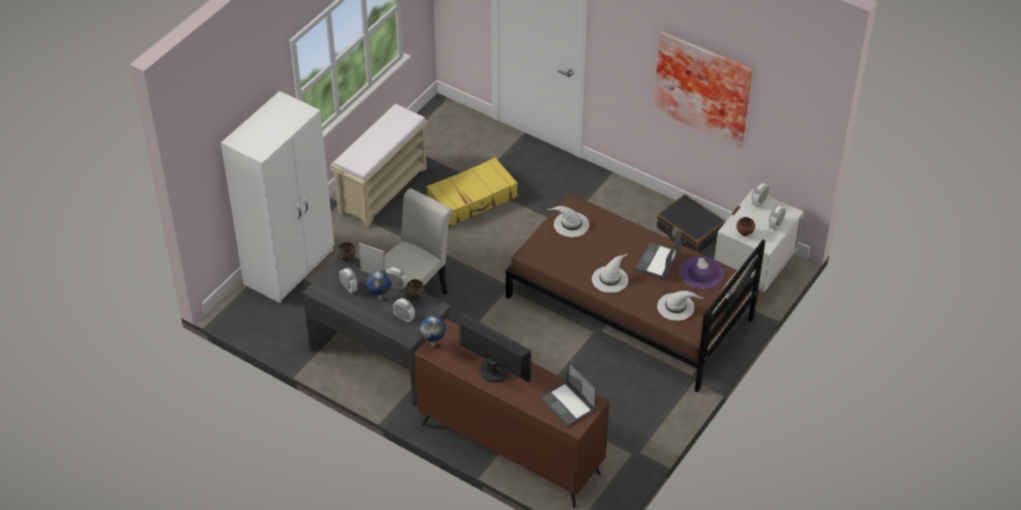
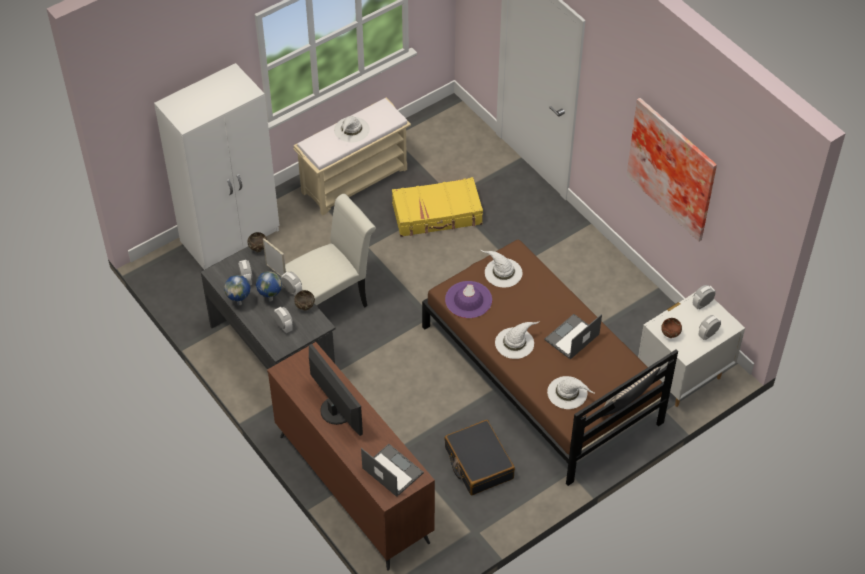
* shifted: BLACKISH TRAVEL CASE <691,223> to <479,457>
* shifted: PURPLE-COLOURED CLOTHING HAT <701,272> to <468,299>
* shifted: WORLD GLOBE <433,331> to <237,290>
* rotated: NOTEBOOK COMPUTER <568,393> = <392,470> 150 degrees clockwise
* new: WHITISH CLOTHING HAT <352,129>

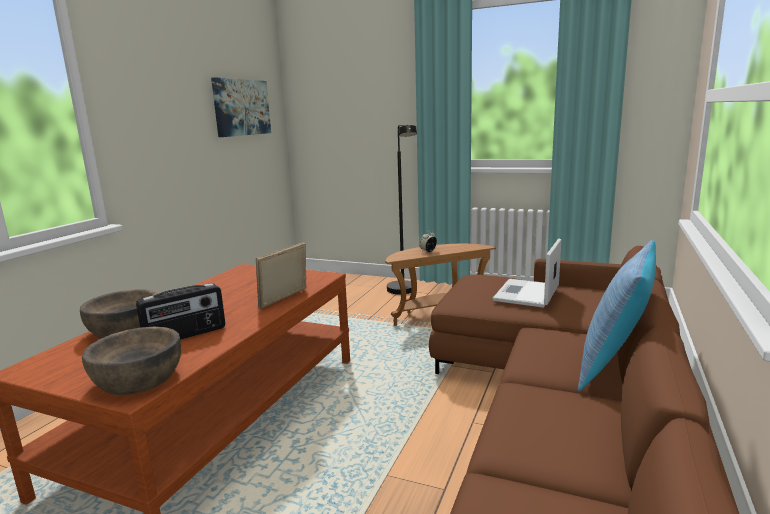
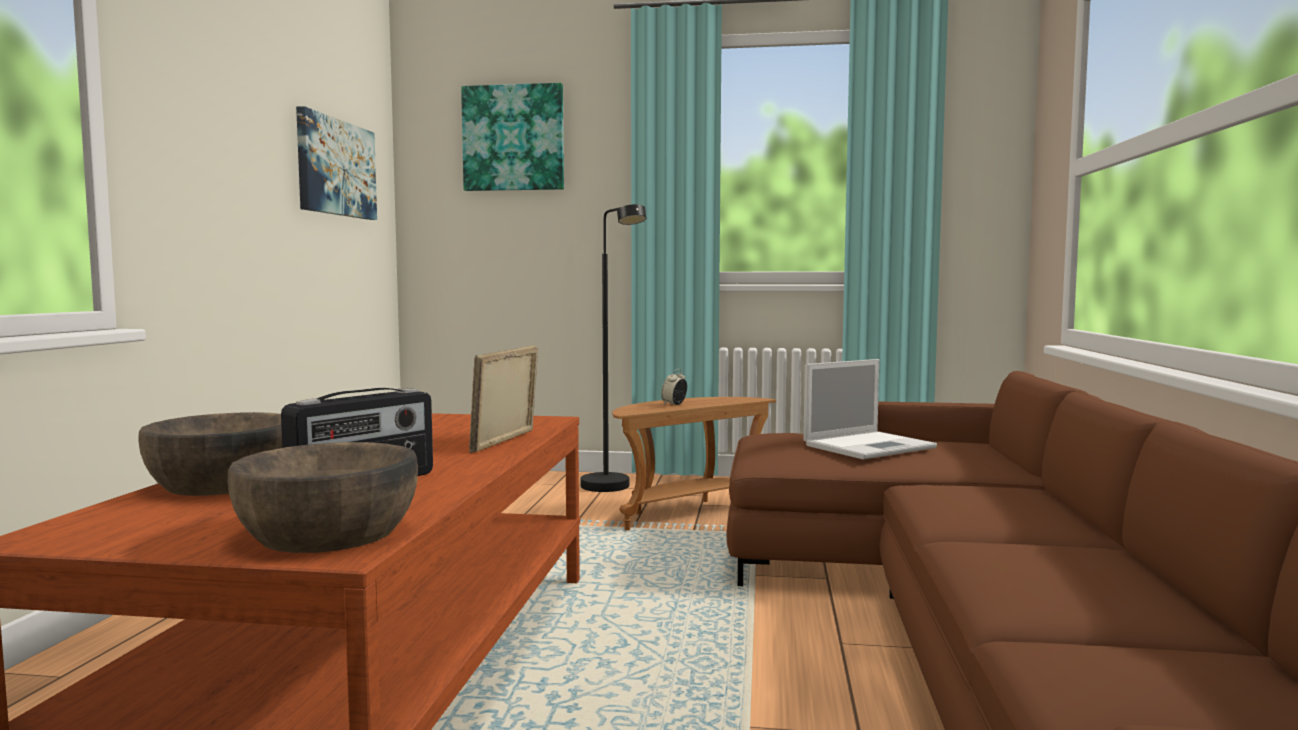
* rotated: NOTEBOOK COMPUTER <527,273> = <870,409> 135 degrees counterclockwise
* gone: CUSHION <617,315>
* new: PICTURE <512,137>

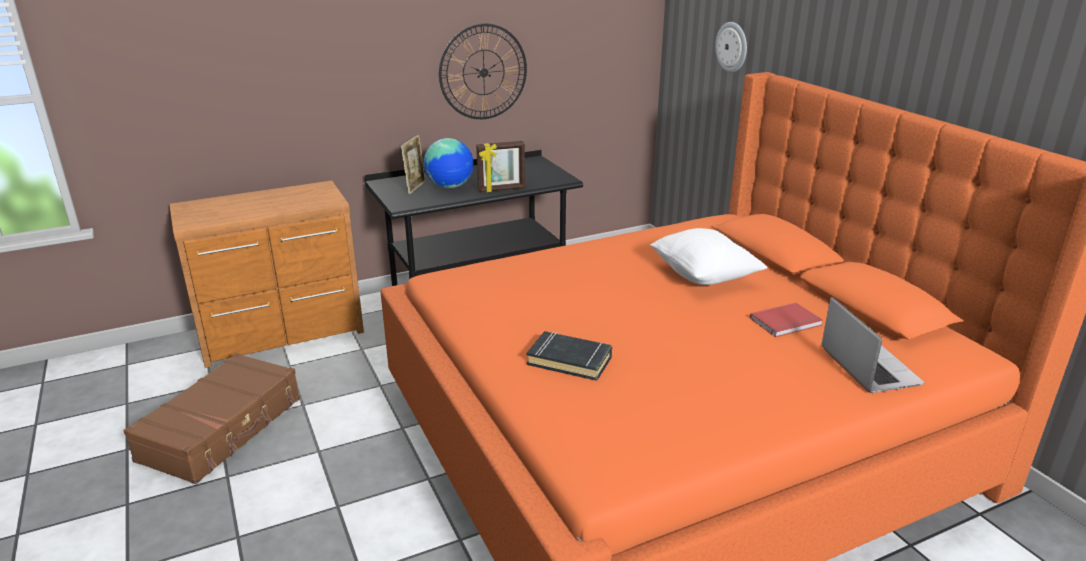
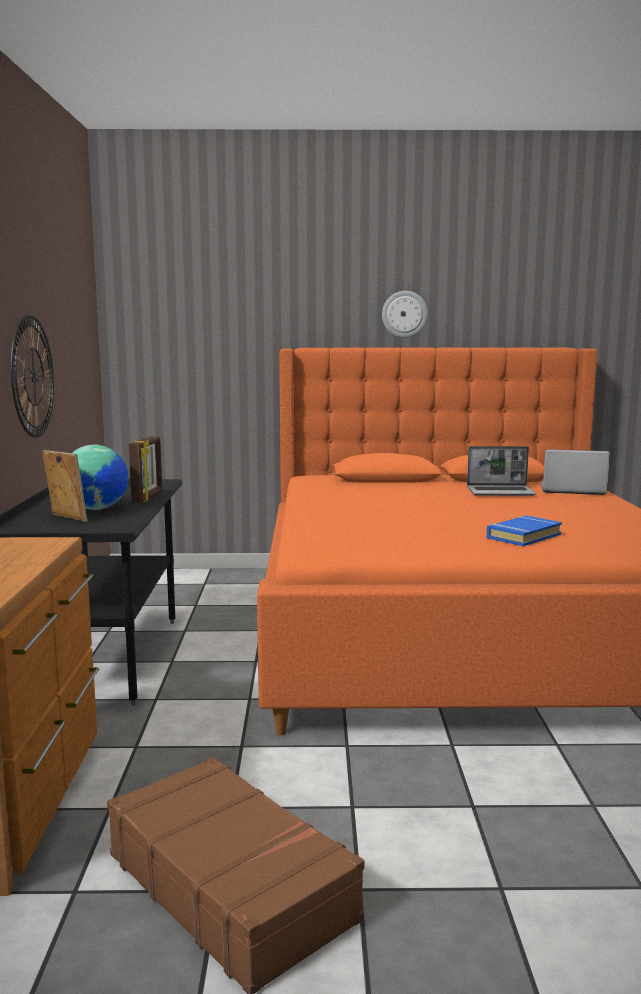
* shifted: WALL CLOCK <731,47> to <405,314>
* gone: WHITISH CUSHION <708,256>
* swapped: RED BOUND BOOK <786,320> to NOTEBOOK COMPUTER <501,471>
* repainted: BLACKISH BOUND BOOK <569,356> to BLUE BOUND BOOK <524,531>

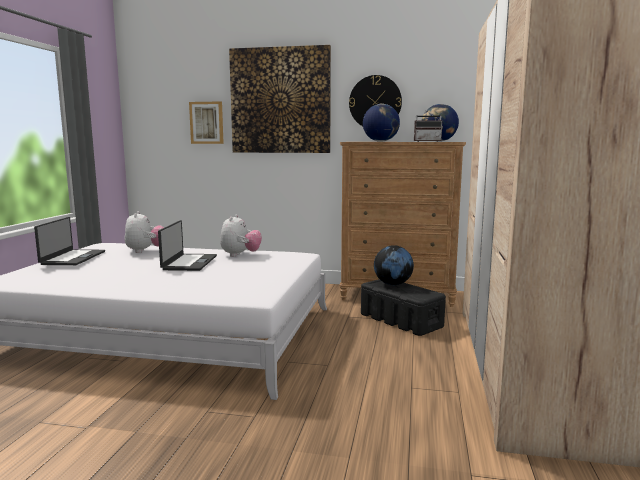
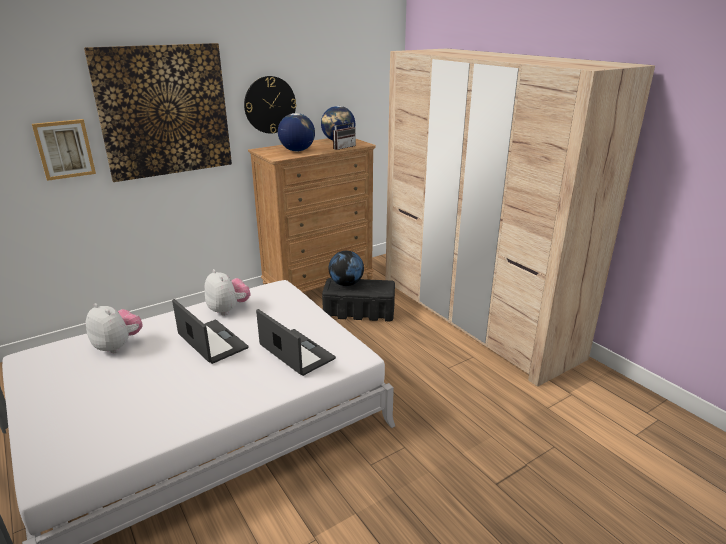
* shifted: NOTEBOOK COMPUTER <69,241> to <296,342>

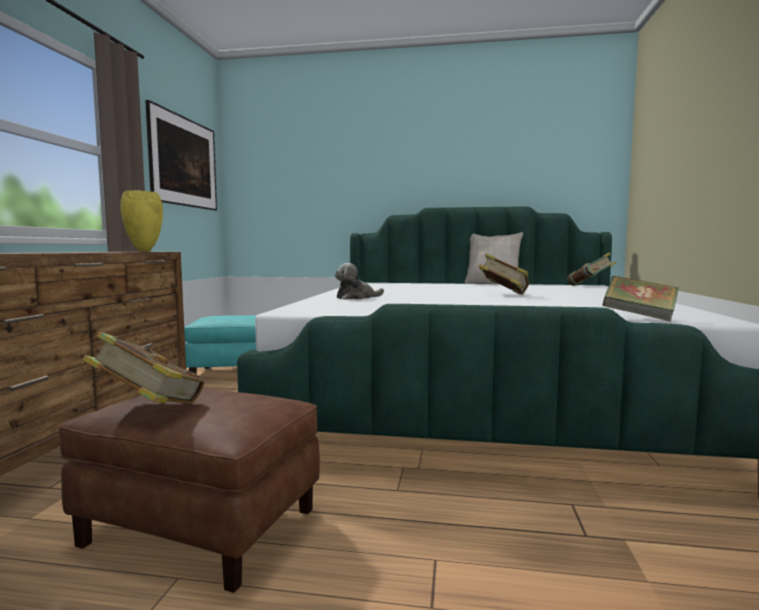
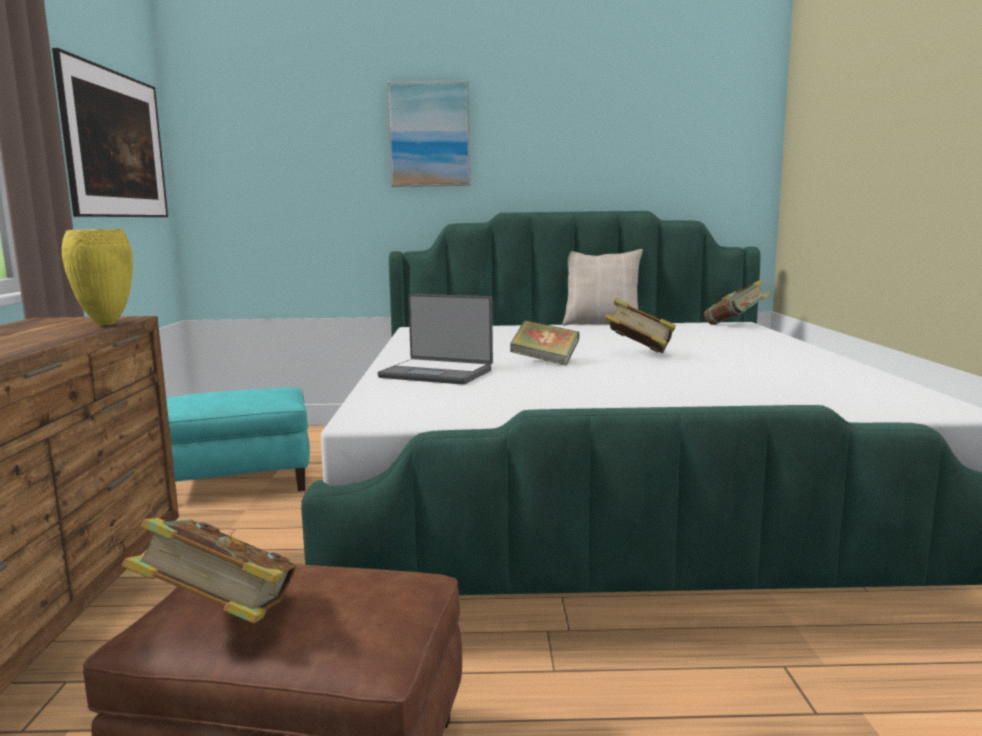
* swapped: SOFT TOY <359,281> to NOTEBOOK COMPUTER <435,339>
* shifted: BOUND BOOK <640,298> to <544,343>
* new: PICTURE <428,134>

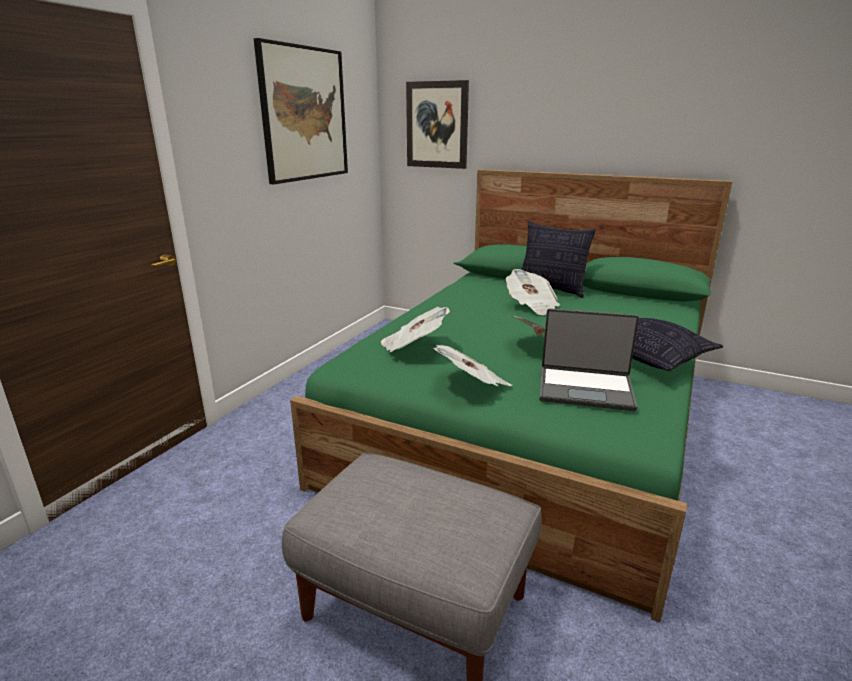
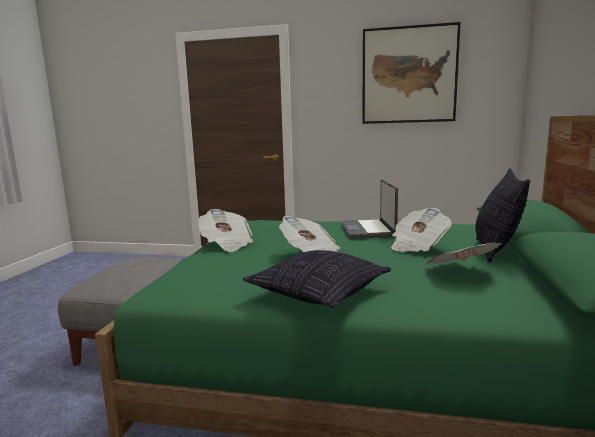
* gone: PICTURE <437,124>
* shifted: PRINTED PAPER <415,329> to <464,253>
* shifted: NOTEBOOK COMPUTER <589,359> to <369,209>

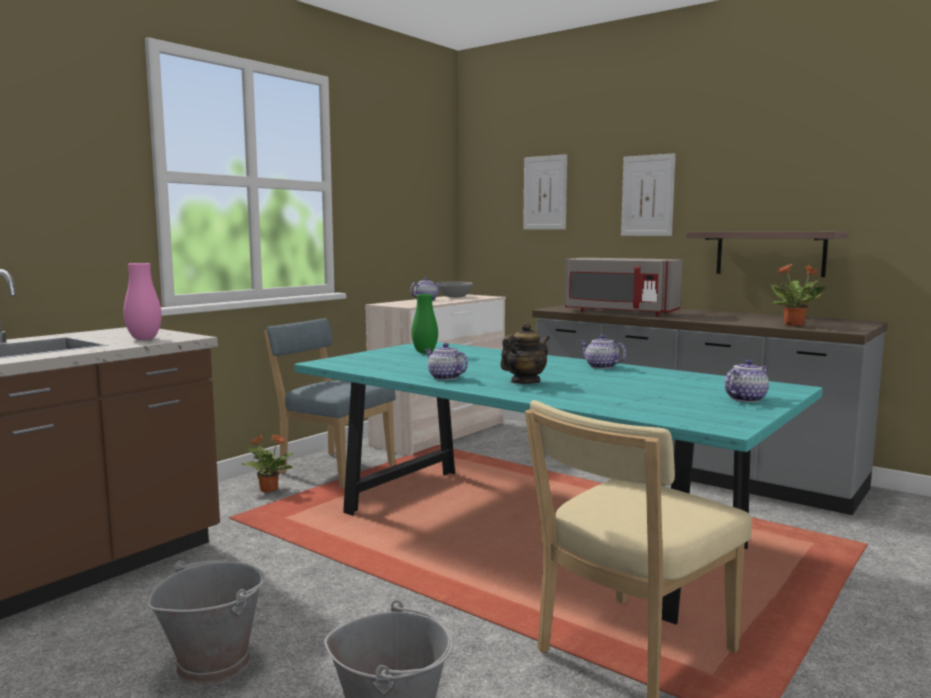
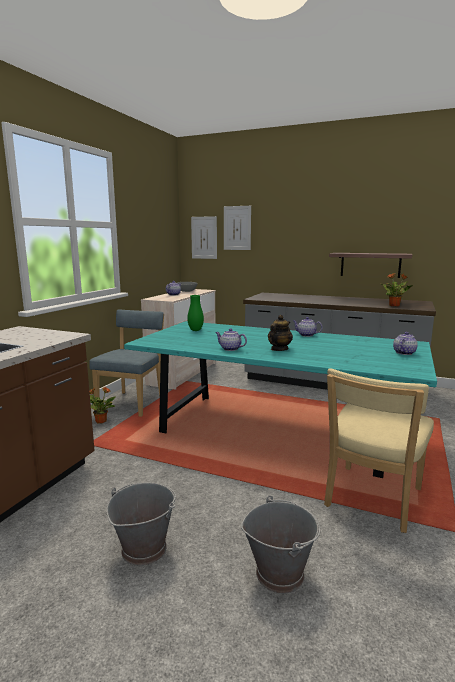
* shifted: PICTURE <648,194> to <204,237>
* gone: GREY KITCHEN MICROWAVE <623,287>
* gone: PINKISH FLOWER VASE <142,301>
* rotated: BLUE PLAIN CHAIR <330,403> = <126,363> 90 degrees clockwise

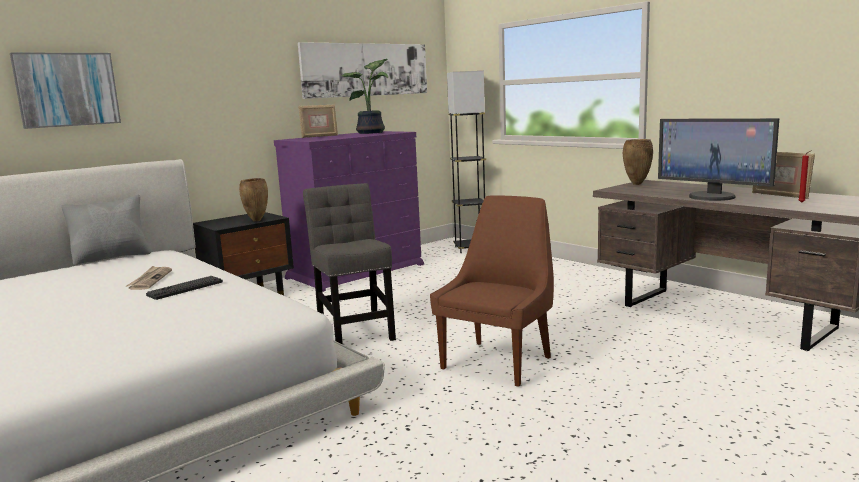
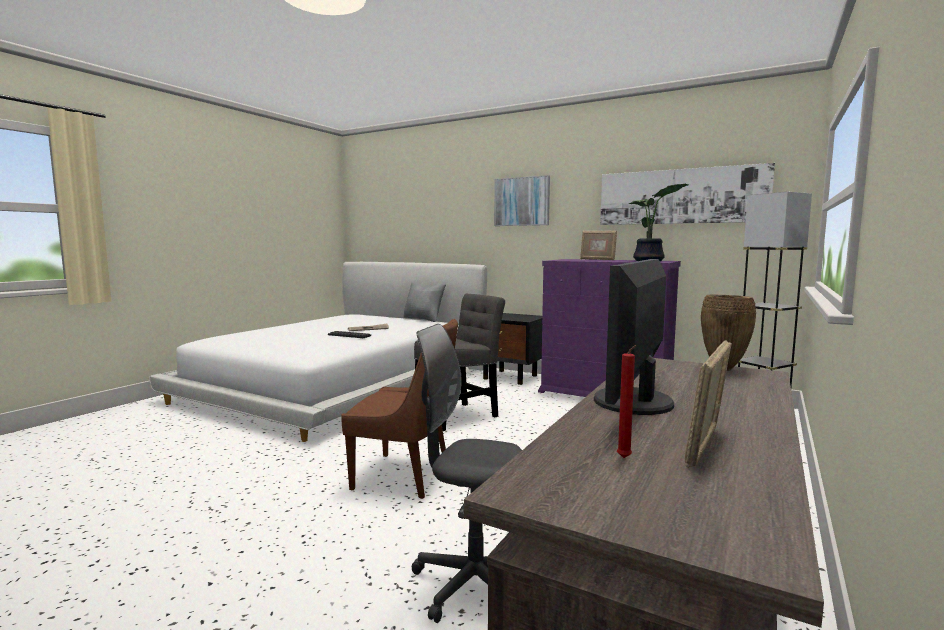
* shifted: PICTURE <65,90> to <522,200>
* gone: BROWNISH FLOWER VASE <253,200>
* new: GREY DESK CHAIR <467,473>

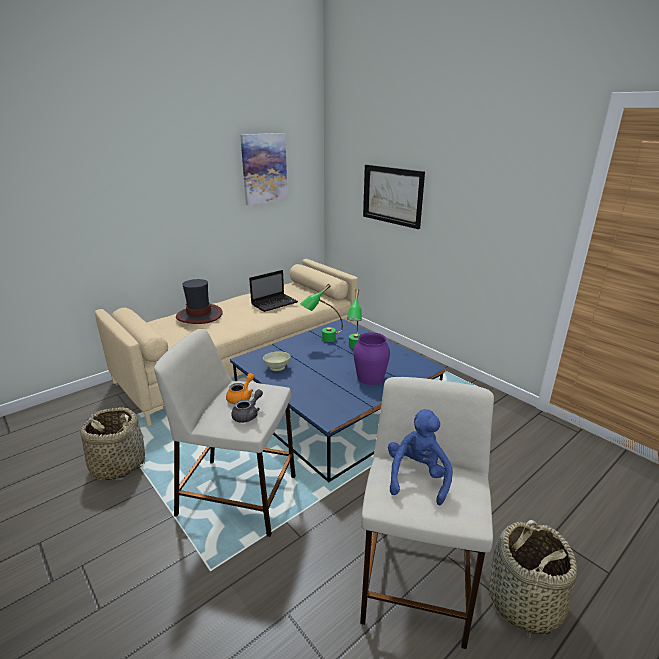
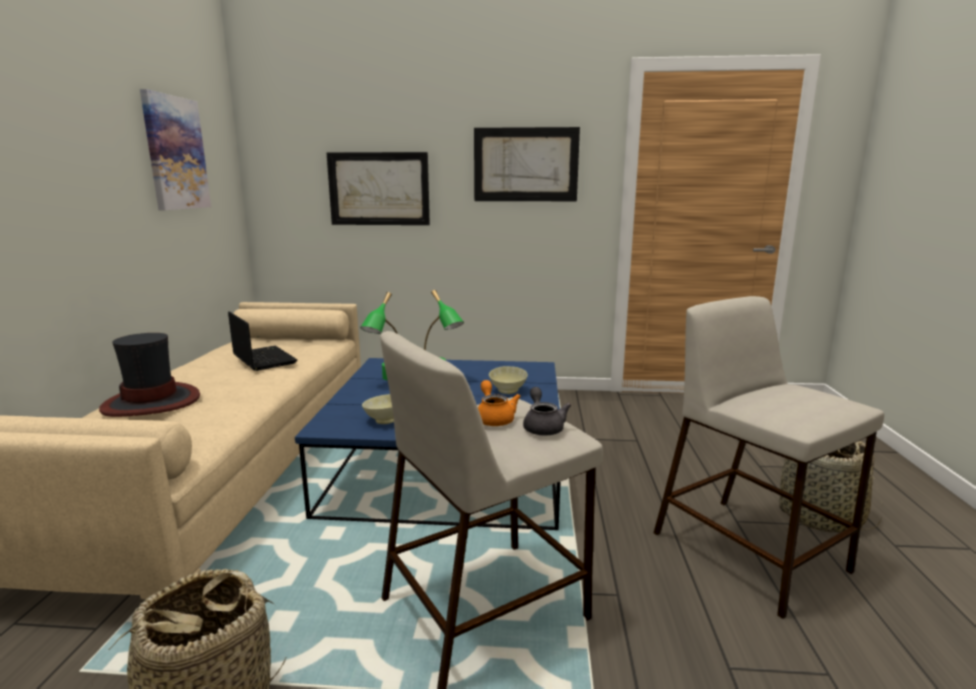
* rotated: NOTEBOOK COMPUTER <273,291> = <262,341> 45 degrees counterclockwise
* swapped: PURPLE-COLOURED FLOWER VASE <371,358> to BEIGE BOWL <508,380>
* gone: BLUE SOFT TOY <420,457>
* new: PICTURE <527,164>

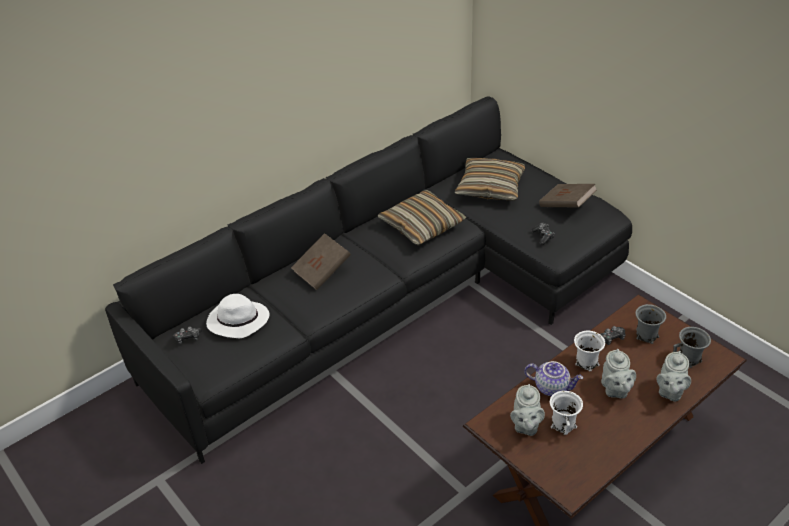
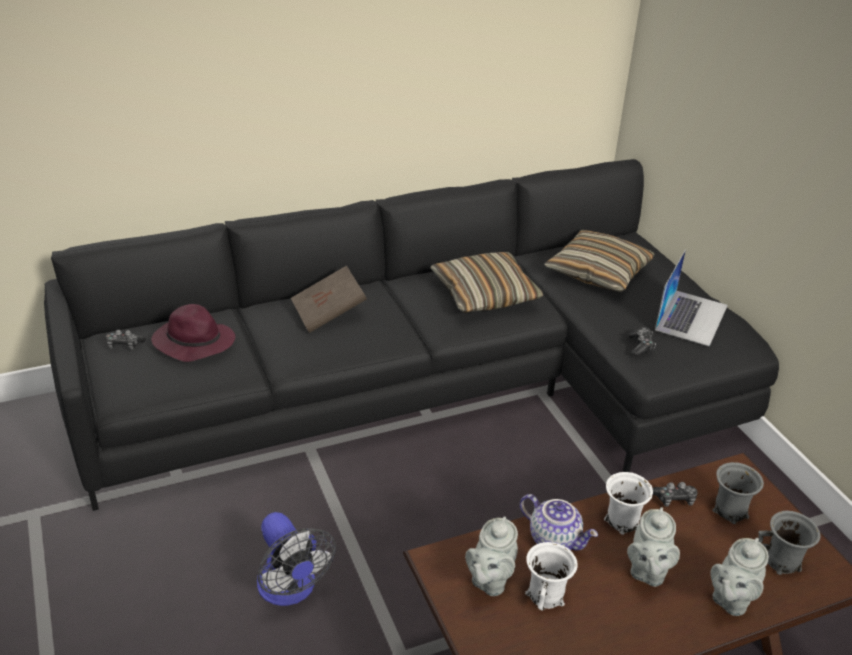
* swapped: BROWNISH BOUND BOOK <568,196> to NOTEBOOK COMPUTER <691,297>
* repainted: WHITISH CLOTHING HAT <237,316> to PURPLE-COLOURED CLOTHING HAT <193,333>
* new: FAN <296,559>

